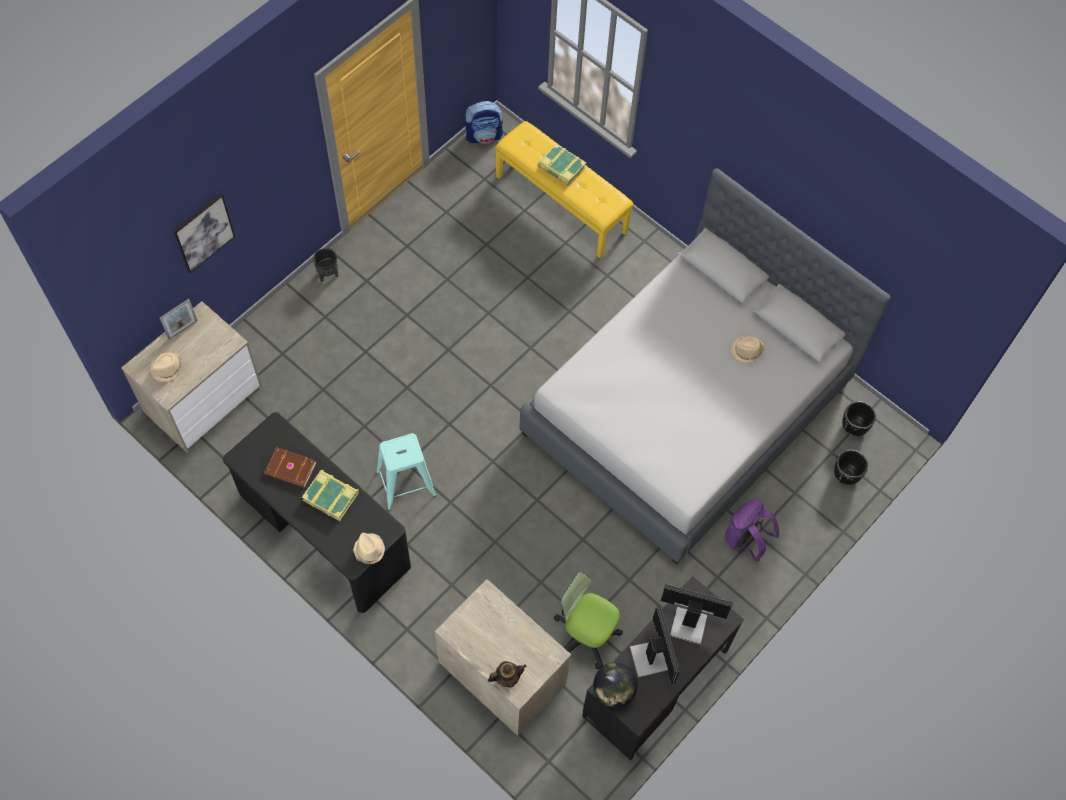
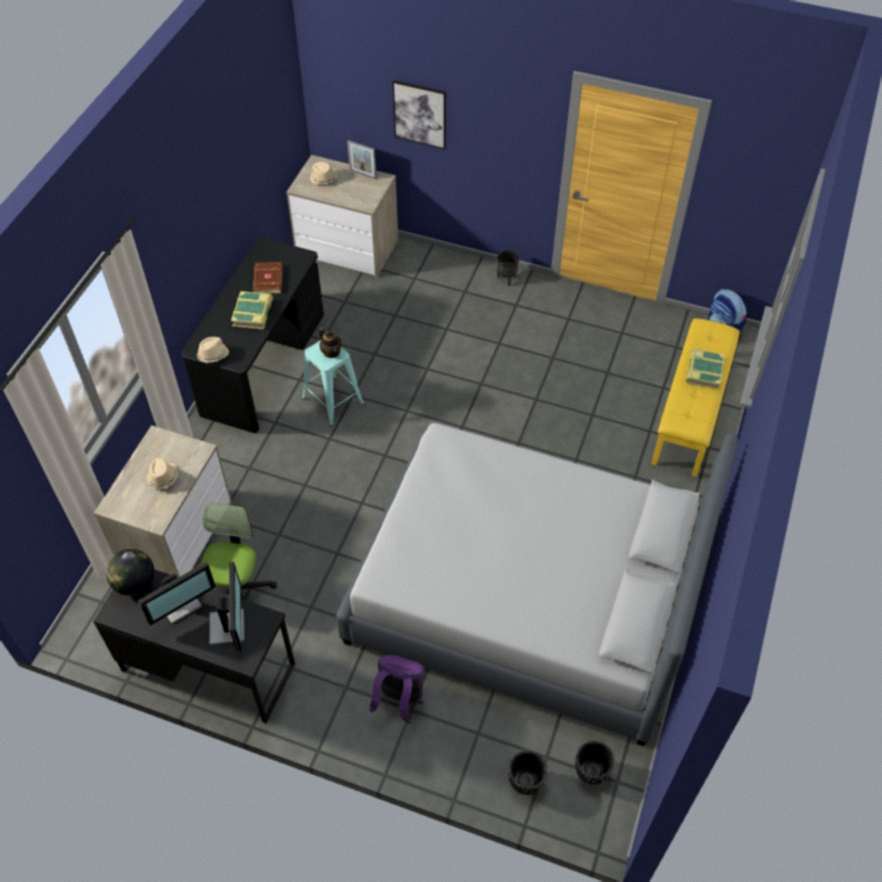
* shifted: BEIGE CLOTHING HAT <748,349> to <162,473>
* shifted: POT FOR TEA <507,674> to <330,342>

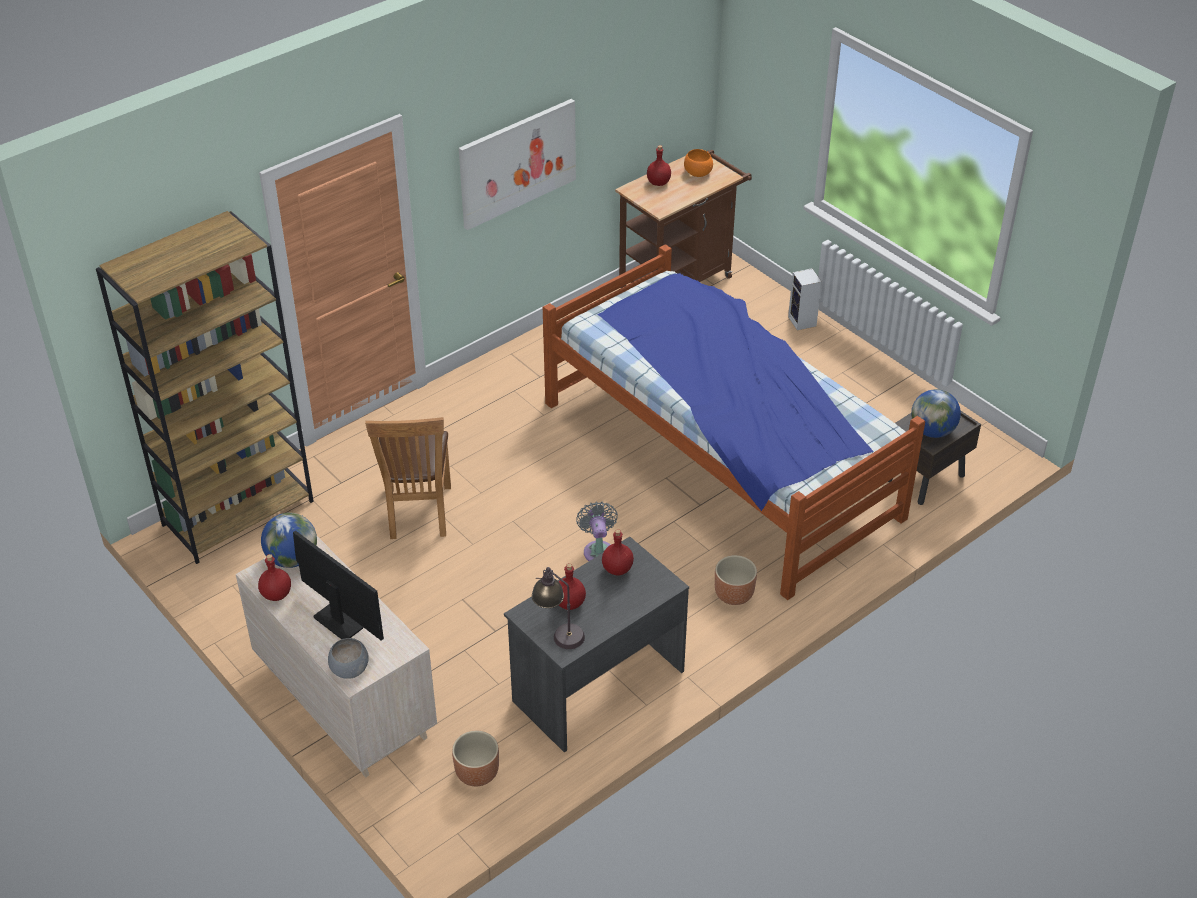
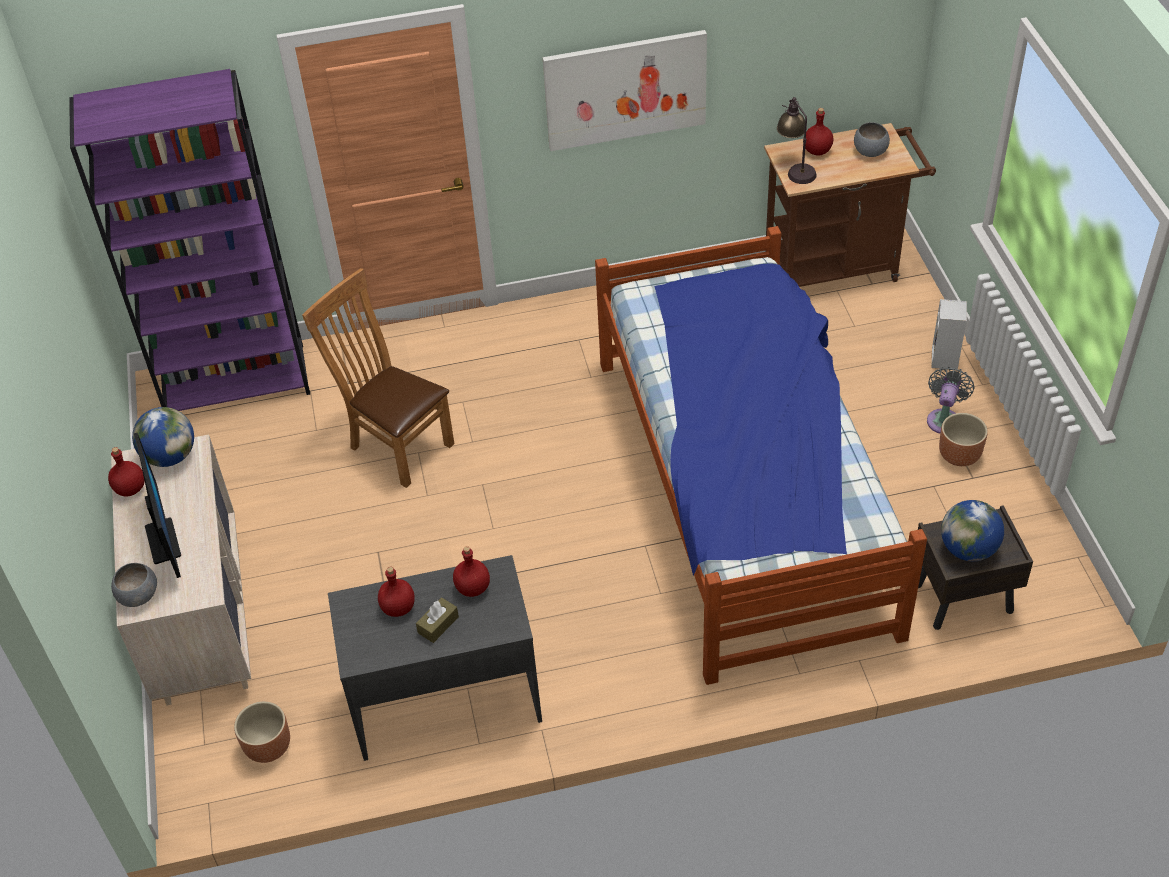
* repainted: ORANGE-COLOURED BOWL <698,163> to GREY BOWL <872,139>
* repainted: BROWNISH SHELVING UNIT <205,387> to PURPLE-COLOURED SHELVING UNIT <189,240>
* rotated: BROWNISH PLAIN CHAIR <408,478> = <378,378> 105 degrees clockwise
* shifted: GREY FAN <597,531> to <951,399>
* shifted: BROWNISH FLOWER POT <736,580> to <963,439>
* shifted: TABLE LAMP <558,608> to <797,140>
* new: BROWNISH BOX OF TISSUES <437,620>

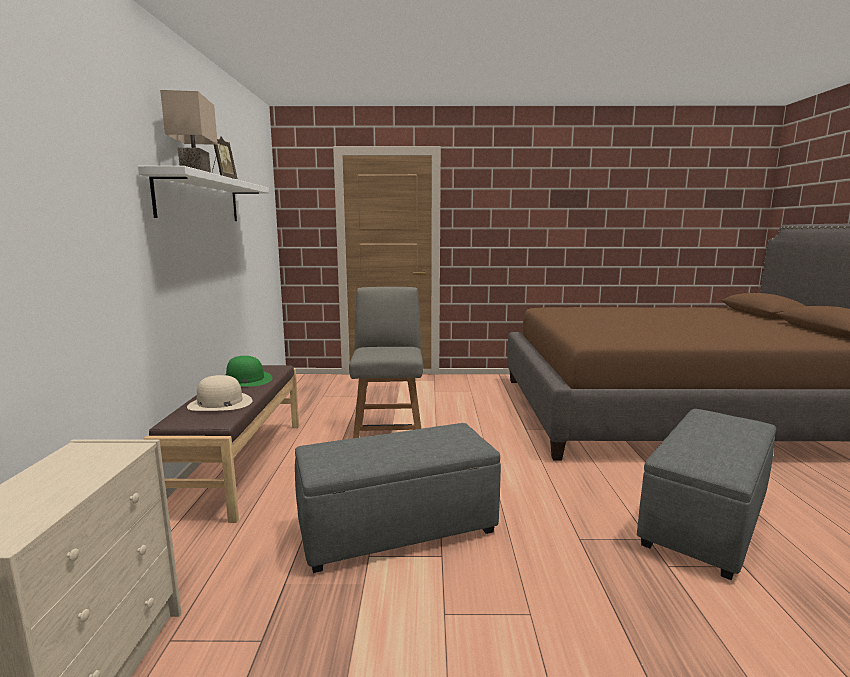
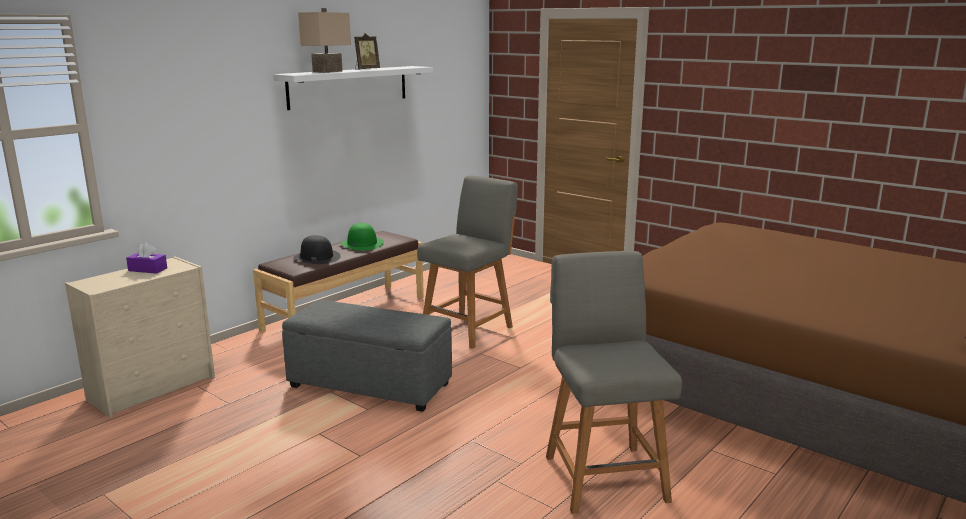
* repainted: BEIGE CLOTHING HAT <220,393> to BLACKISH CLOTHING HAT <317,249>
* swapped: GREY POUFFE <706,494> to GREY PLAIN CHAIR <614,382>
* new: PURPLE-COLOURED BOX OF TISSUES <146,258>

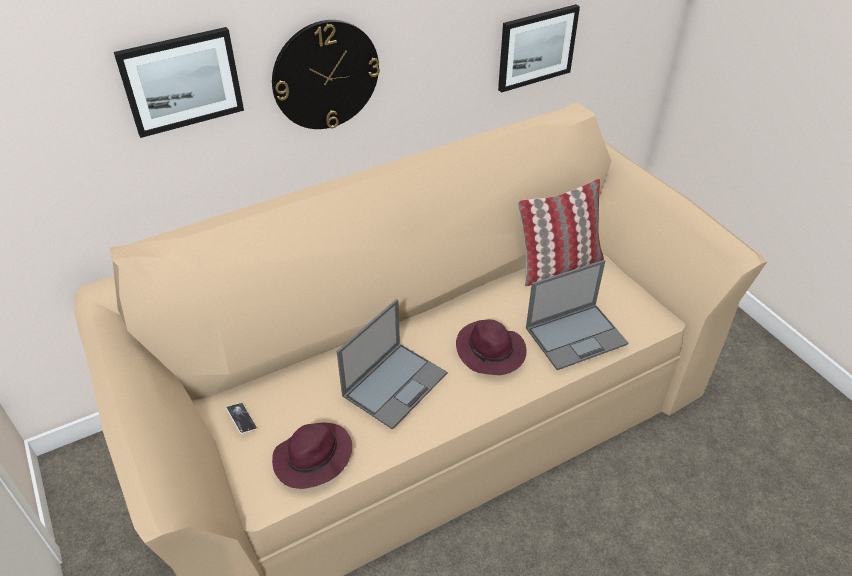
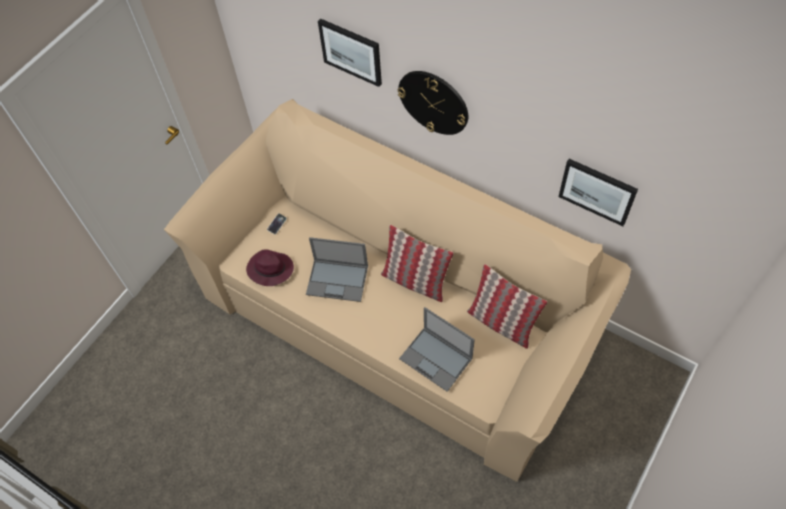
* gone: PURPLE-COLOURED CLOTHING HAT <491,347>
* new: CUSHION <417,263>

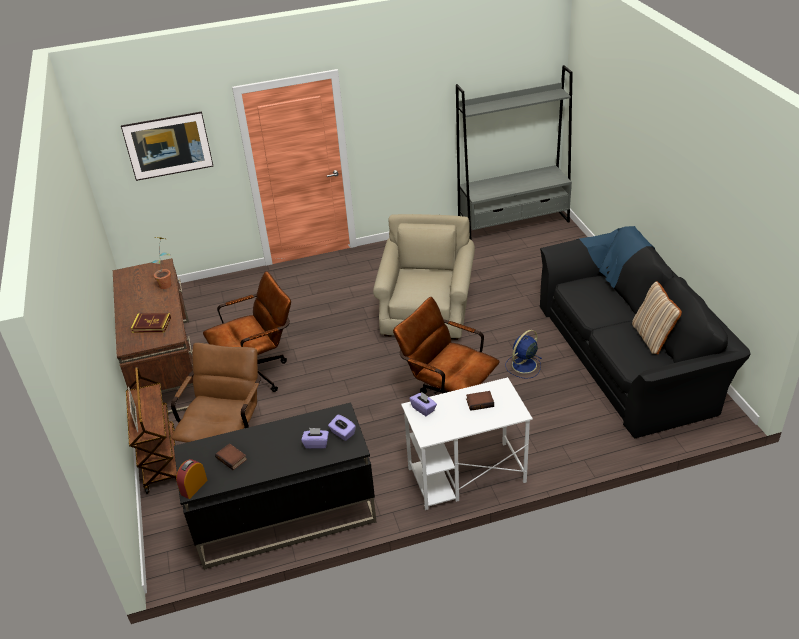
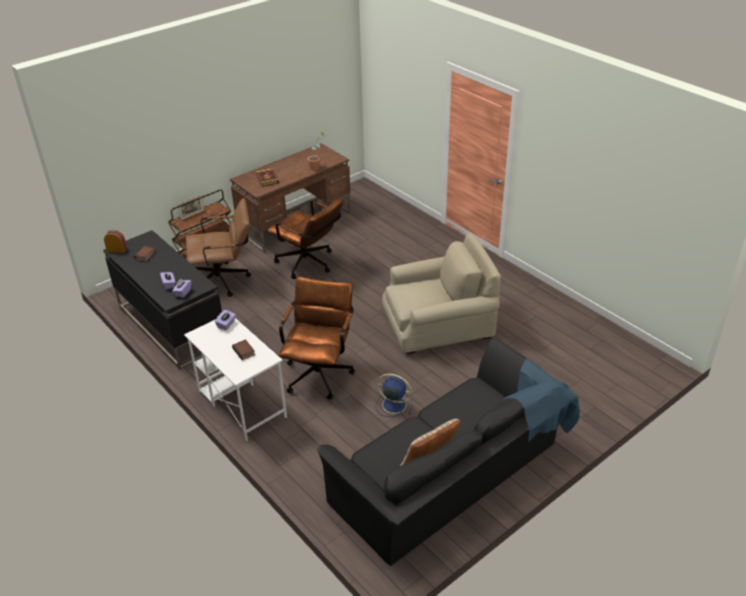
* gone: GREY SHELVING UNIT <514,152>
* gone: PICTURE <167,146>

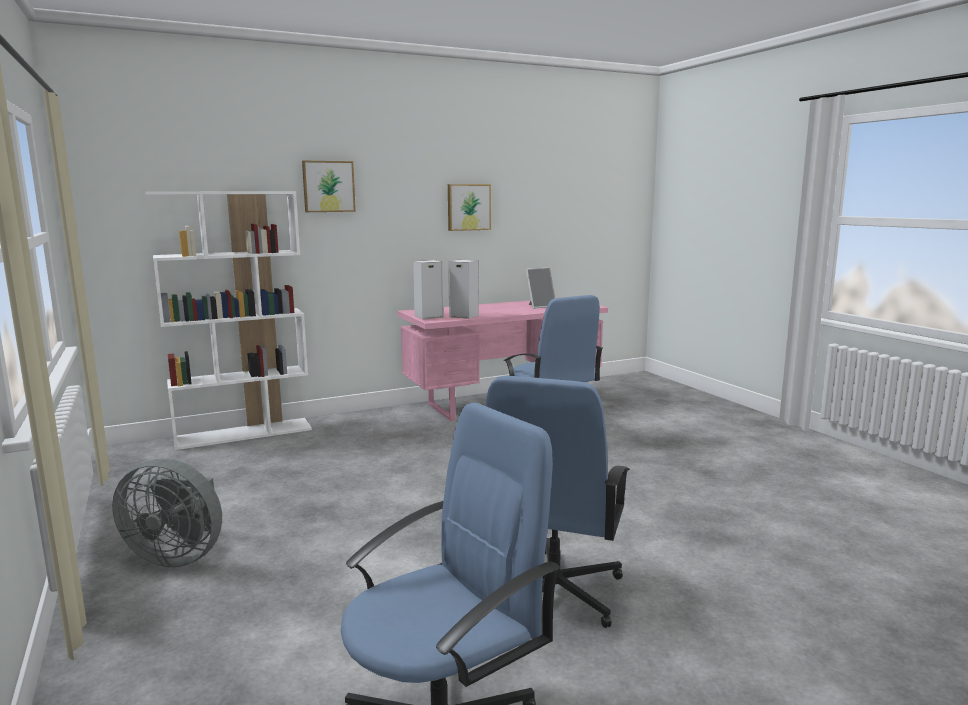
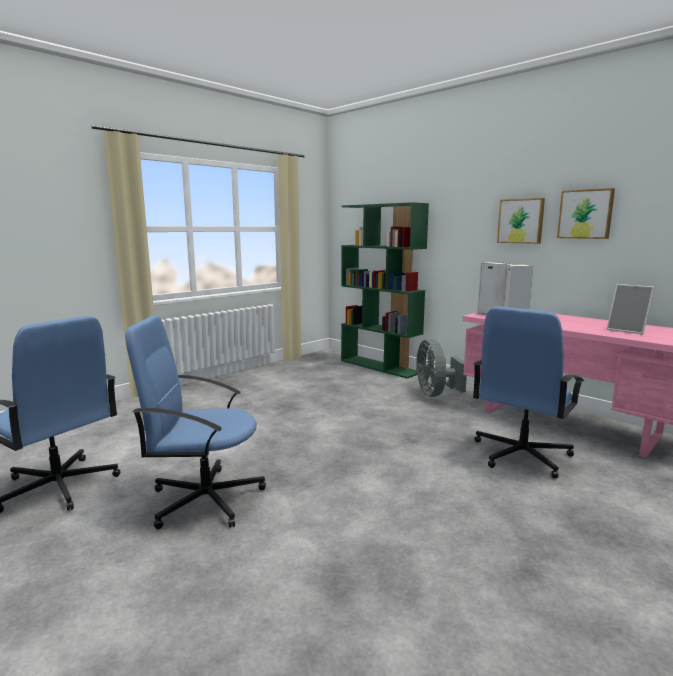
* shifted: PICTURE <329,186> to <521,221>
* repainted: WHITISH SHELVING UNIT <228,320> to GREEN-COLOURED SHELVING UNIT <385,290>
* shifted: GREY FAN <167,513> to <441,368>

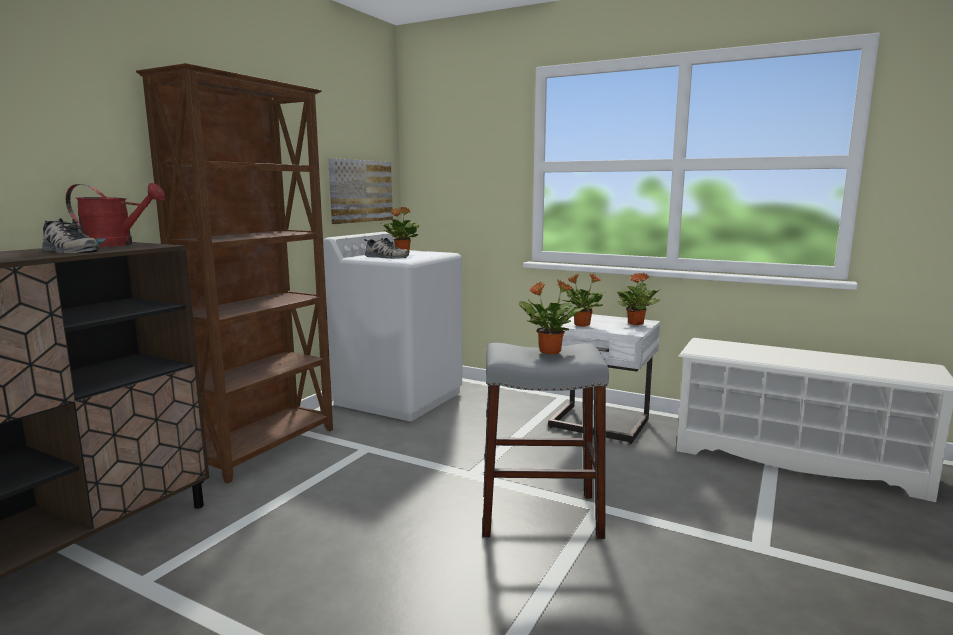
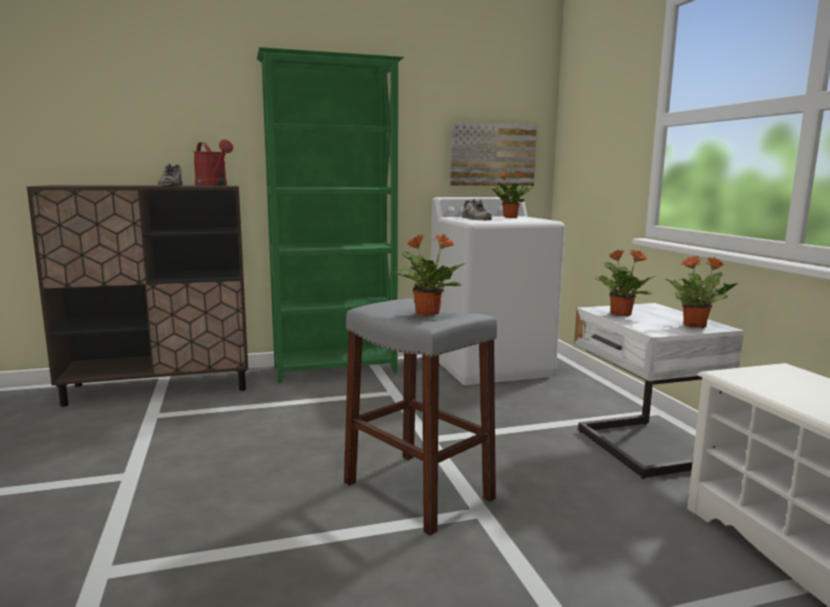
* repainted: BROWNISH SHELVING UNIT <234,273> to GREEN-COLOURED SHELVING UNIT <330,215>

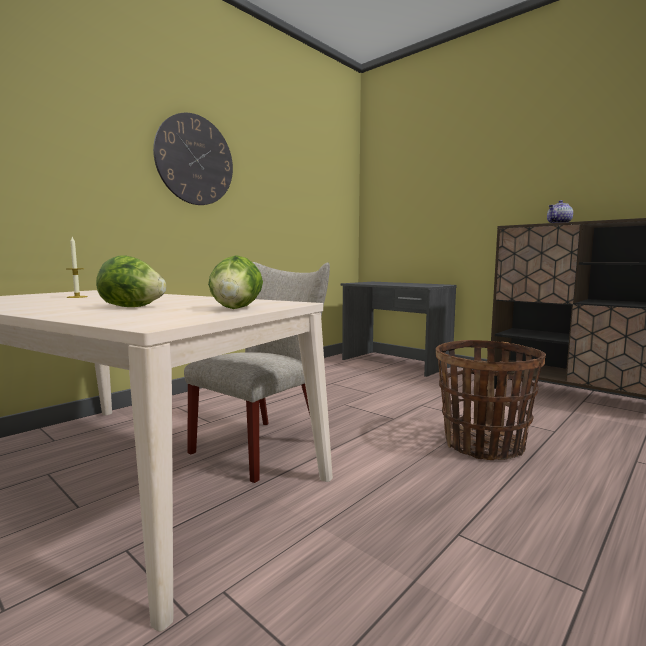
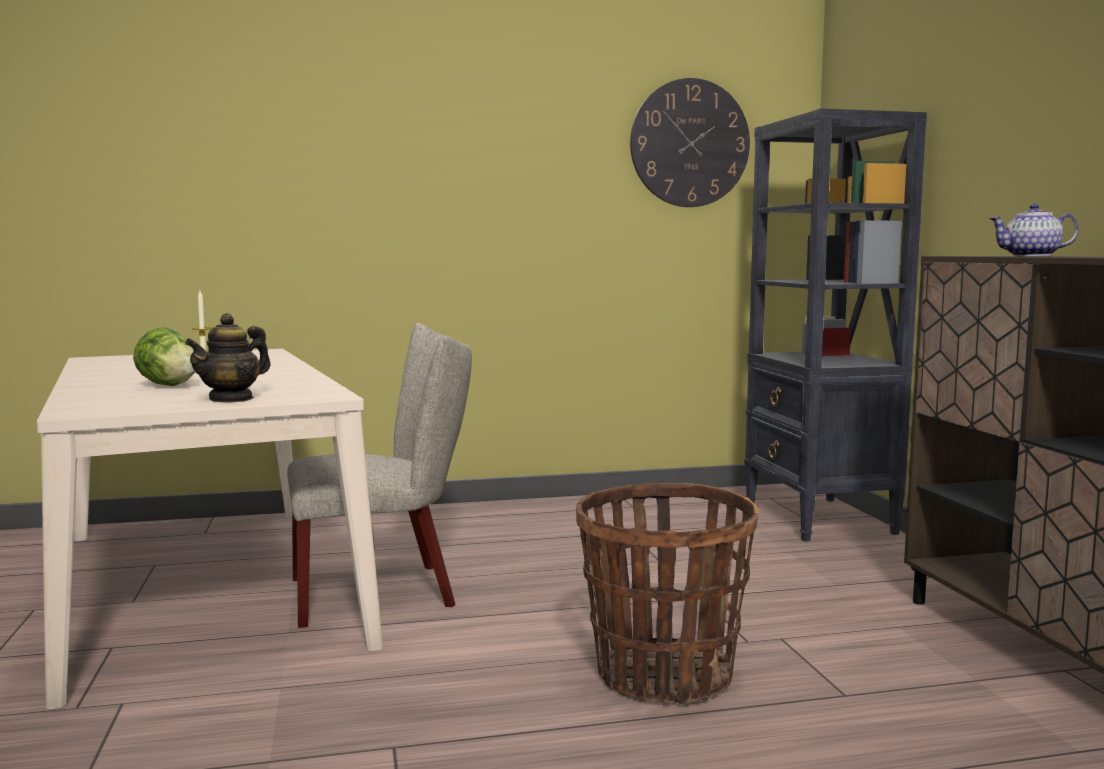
* shifted: WALL CLOCK <193,159> to <690,142>
* swapped: HEAD OF LETTUCE <235,282> to POT FOR TEA <228,358>
* swapped: GREY DESK UNIT <399,329> to BLACKISH SHELVING UNIT <835,325>

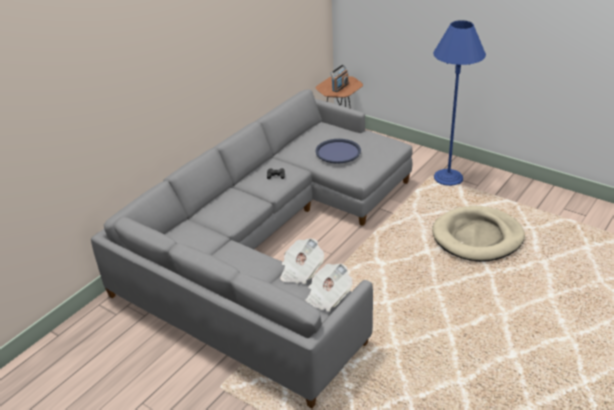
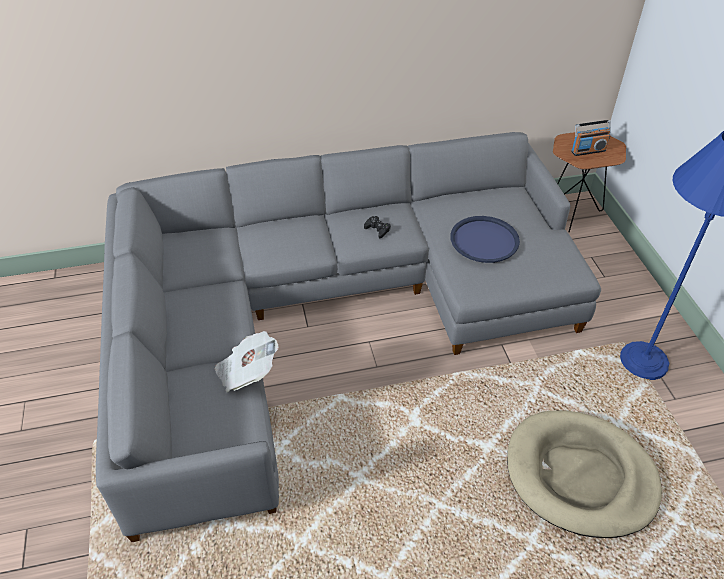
* gone: PRINTED PAPER <329,287>

